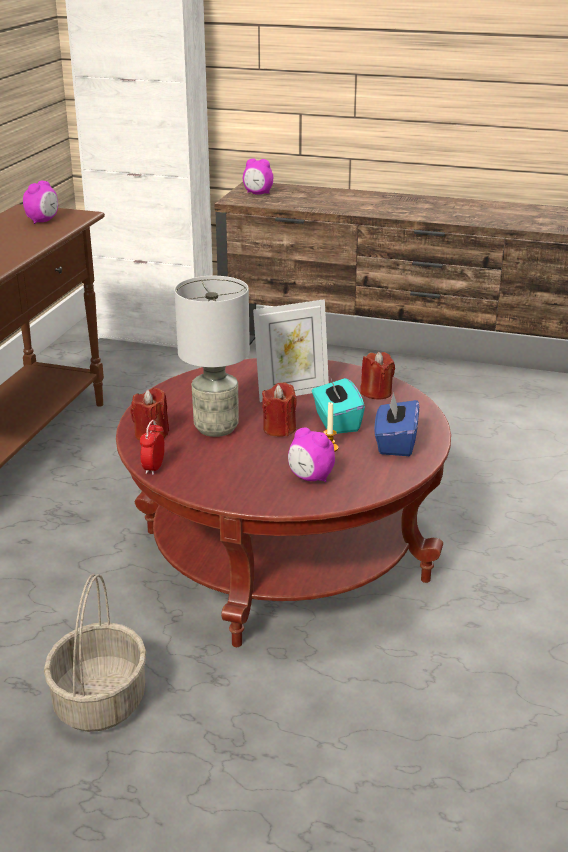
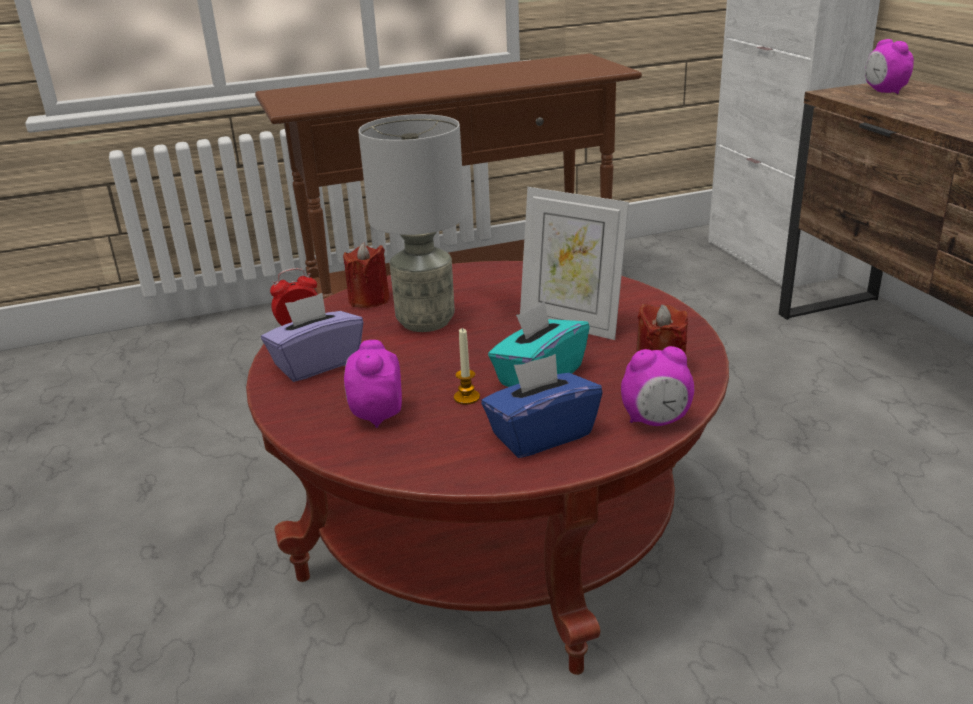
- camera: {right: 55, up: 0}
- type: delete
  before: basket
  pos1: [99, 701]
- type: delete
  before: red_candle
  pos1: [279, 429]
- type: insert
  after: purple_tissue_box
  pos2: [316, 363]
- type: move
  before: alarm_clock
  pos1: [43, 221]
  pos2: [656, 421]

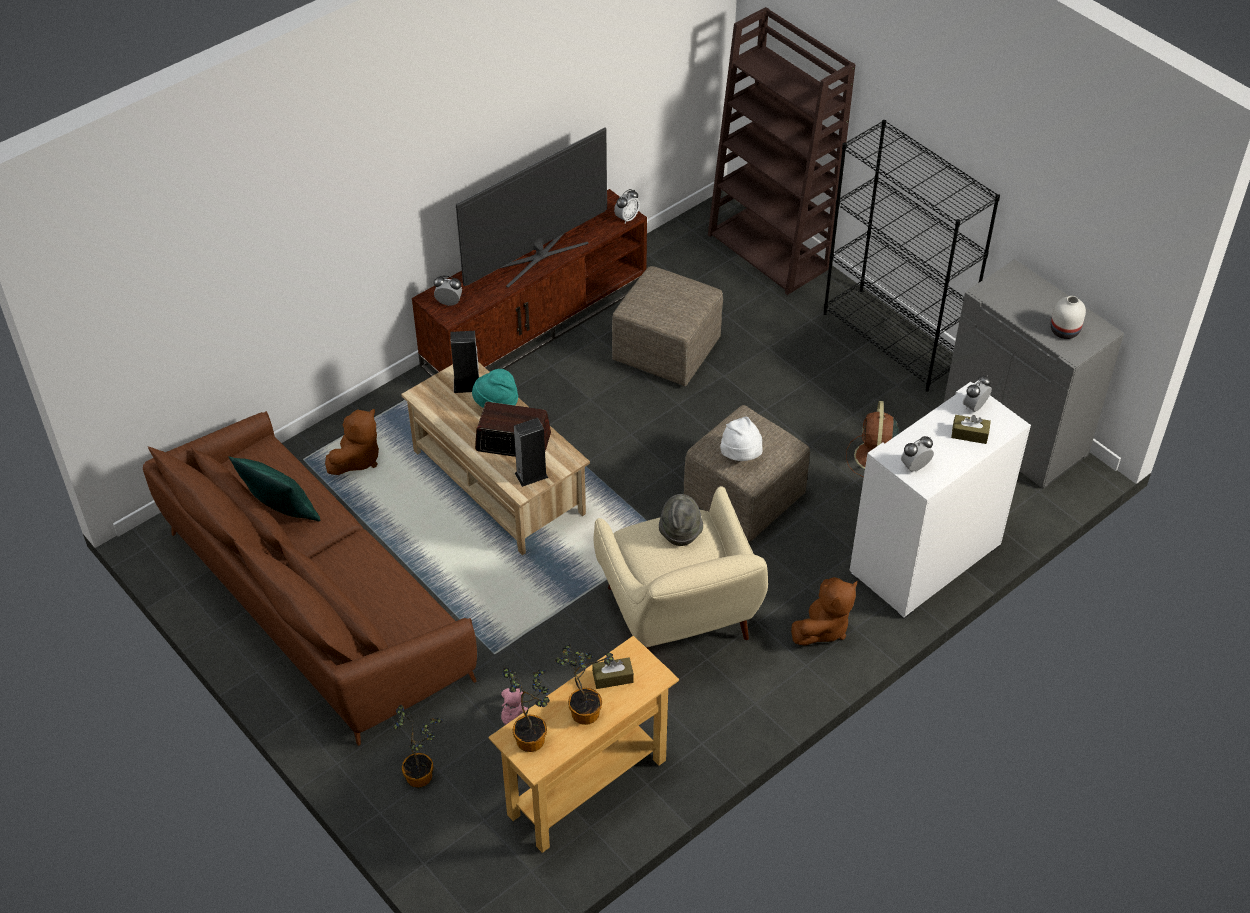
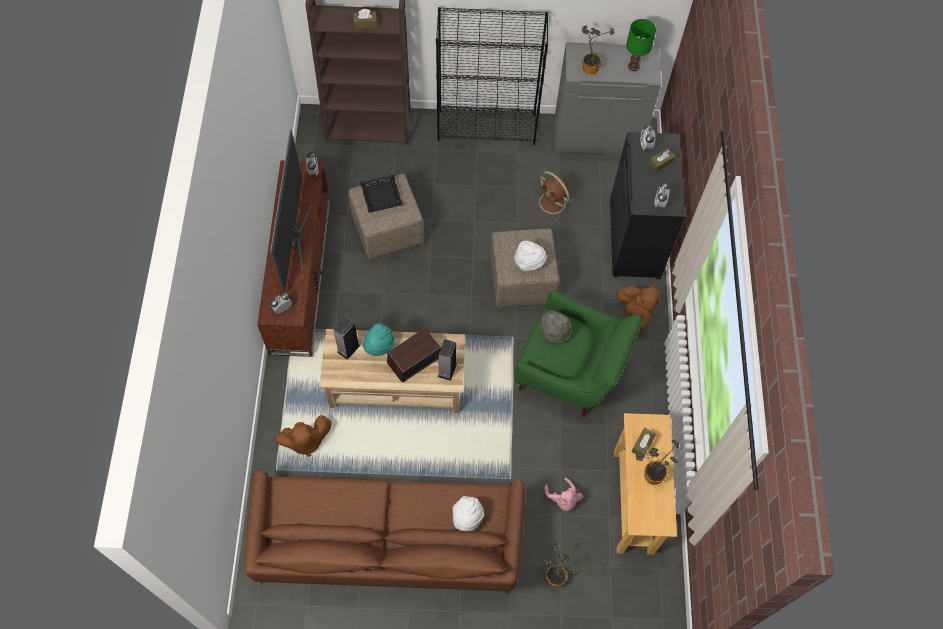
- camera: {right: -50, up: 15}
- type: delete
  before: green_pillow
  pos1: [282, 511]
- type: insert
  after: brown_tissue_box
  pos2: [365, 23]
- type: insert
  after: black_tray
  pos2: [381, 196]
- type: insert
  after: white_hat
  pos2: [467, 518]
- type: move
  before: potted_plant
  pos1: [532, 736]
  pos2: [589, 66]
- type: replace
  before: white_vase
  after: green_table_lamp
  pos1: [1065, 330]
  pos2: [633, 66]
- type: recolor
  before: beige_armchair
  after: green_armchair
  pos1: [680, 619]
  pos2: [570, 374]
- type: recolor
  before: white_cabinet
  after: black_cabinet
  pos1: [925, 561]
  pos2: [635, 239]
- type: rotate
  before: brown_plush_toy
  pos1: [357, 459]
  pos2: [305, 441]
  turn: 90

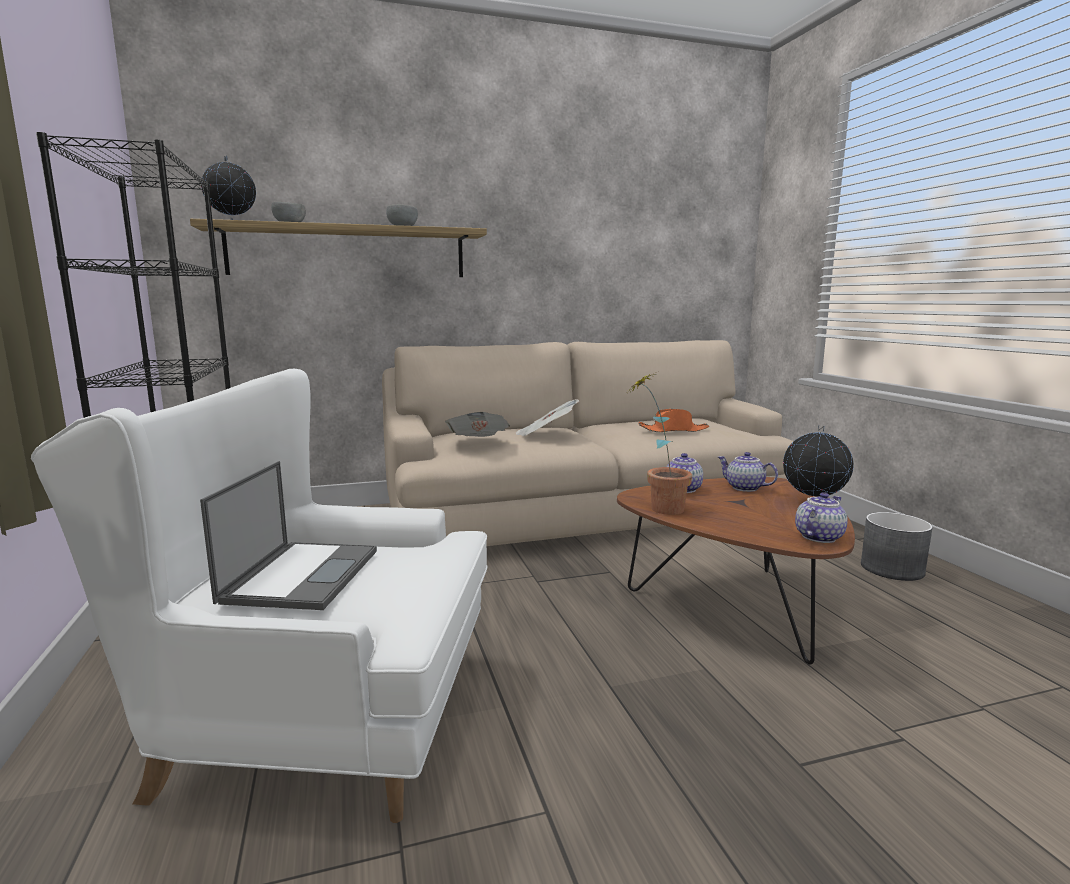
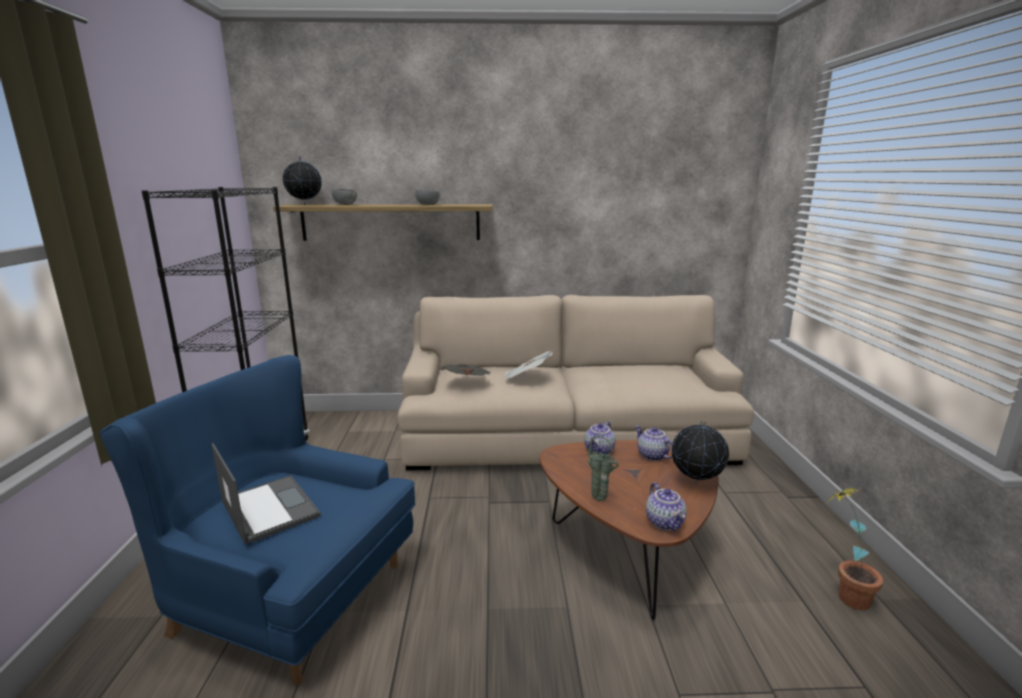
- camera: {right: 15, up: 5}
- type: delete
  before: orange_hat
  pos1: [673, 430]
- type: delete
  before: grey_planter
  pos1: [892, 569]
- type: insert
  after: green_vase
  pos2: [600, 500]
- type: move
  before: potted_plant
  pos1: [657, 507]
  pos2: [844, 594]
- type: recolor
  before: white_armchair
  after: blue_armchair
  pos1: [315, 718]
  pos2: [286, 595]
- type: rotate
  before: laptop
  pos1: [302, 574]
  pos2: [269, 508]
  turn: -60
- type: rotate
  before: teapot
  pos1: [818, 537]
  pos2: [665, 522]
  turn: 105

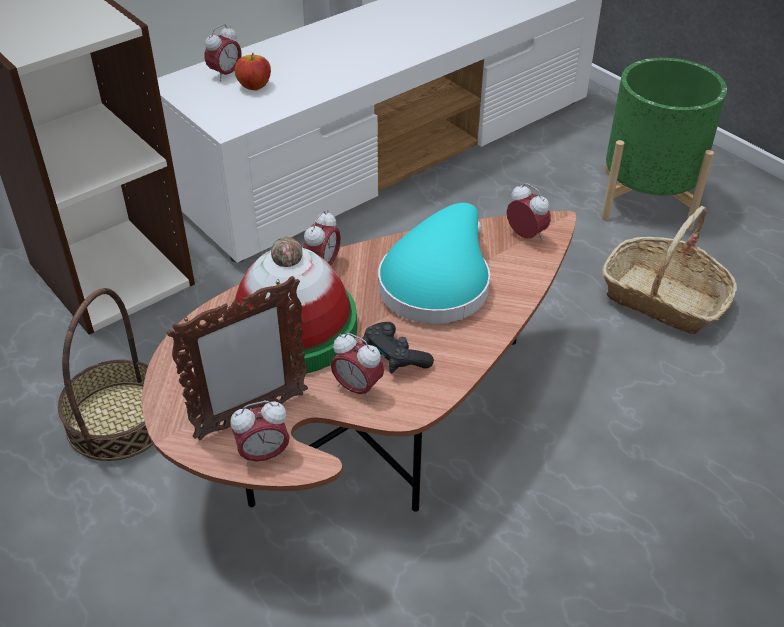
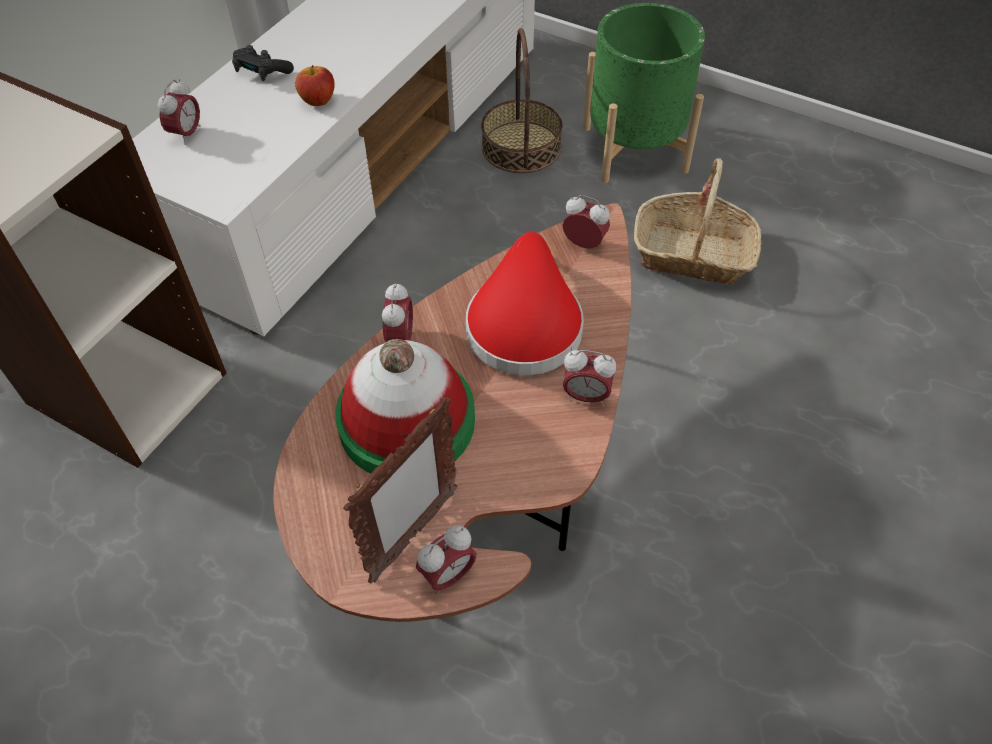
- camera: {right: -20, up: 10}
- type: move
  before: basket
  pos1: [118, 420]
  pos2: [521, 147]
- type: move
  before: apple
  pos1: [254, 86]
  pos2: [318, 101]
- type: move
  before: alarm_clock
  pos1: [357, 388]
  pos2: [586, 396]
- type: move
  before: black_game_controller
  pos1: [394, 357]
  pos2: [262, 72]
- type: recolor
  before: turquoise_hat
  after: red_hat
  pos1: [437, 282]
  pos2: [524, 323]

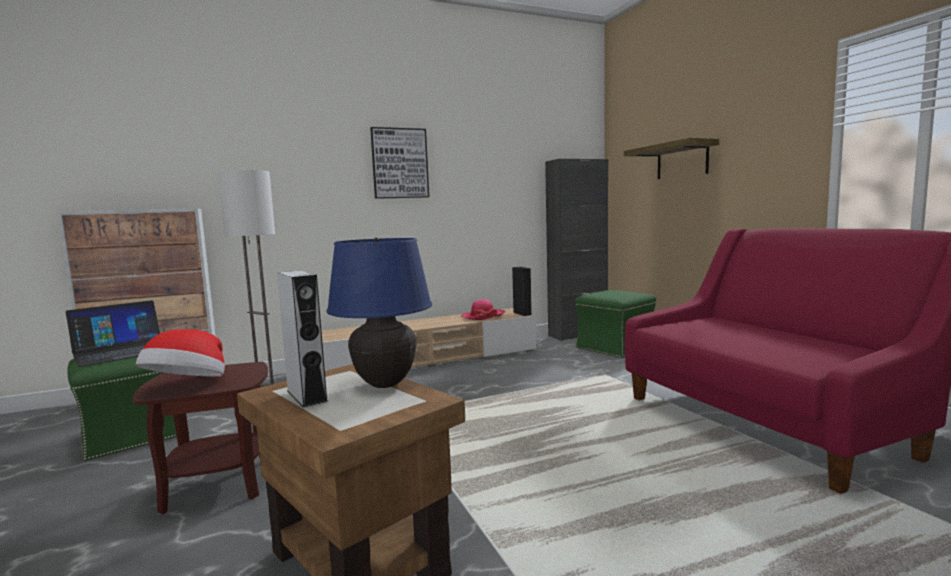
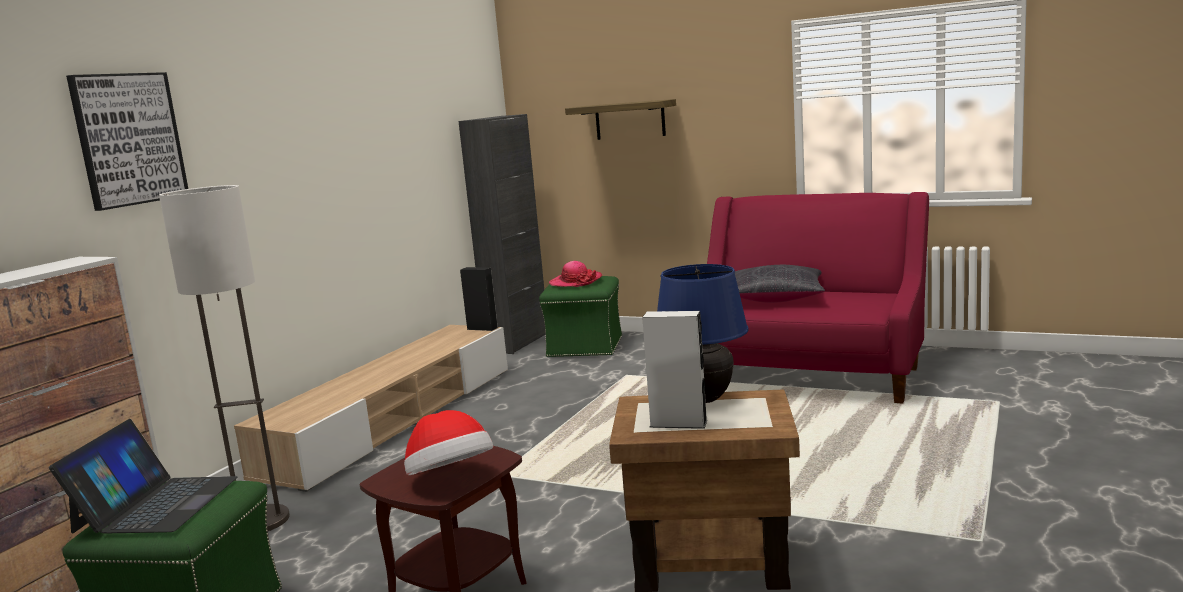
- camera: {right: -40, up: 5}
- type: insert
  after: black_pillow
  pos2: [775, 298]
- type: move
  before: picture
  pos1: [400, 163]
  pos2: [128, 139]
- type: move
  before: hat
  pos1: [483, 316]
  pos2: [575, 282]

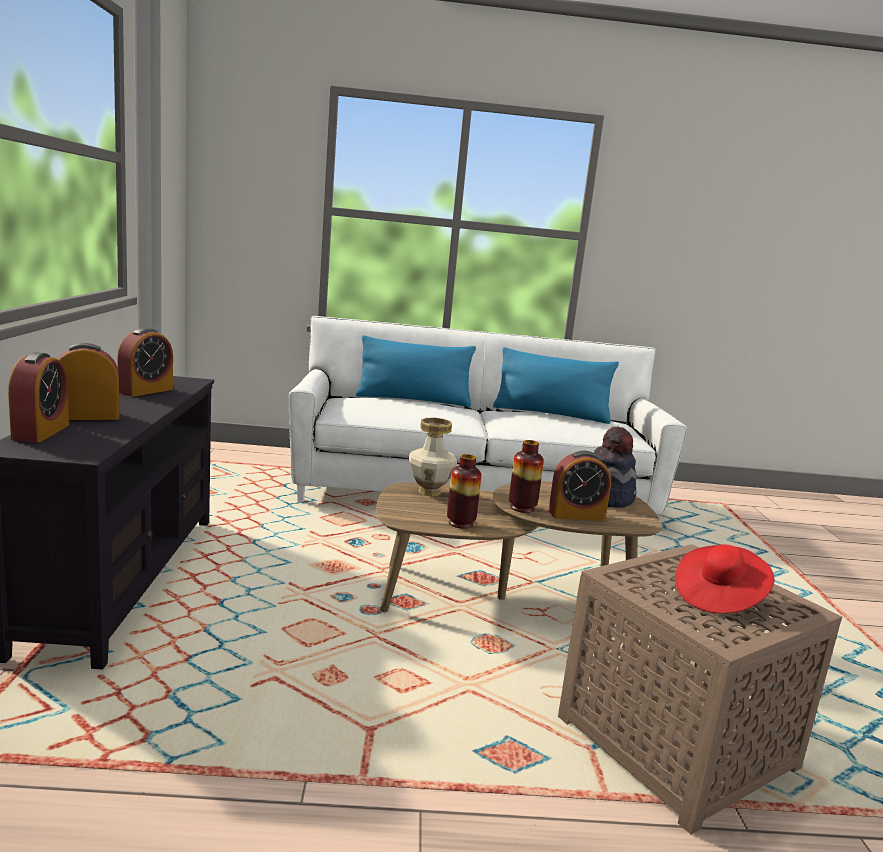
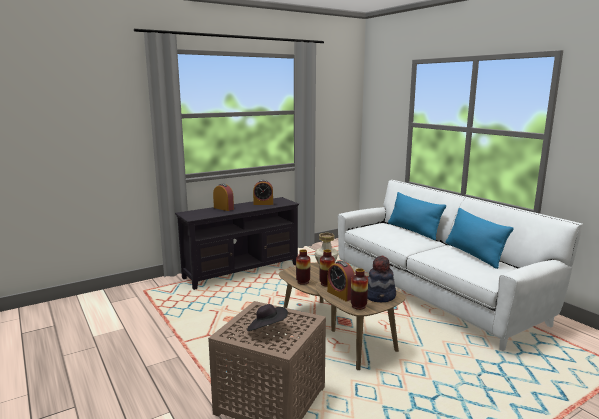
- camera: {right: 60, up: 0}
- type: delete
  before: alarm_clock
  pos1: [41, 432]
- type: insert
  after: vase
  pos2: [358, 306]
- type: recolor
  before: red_hat
  after: black_hat
  pos1: [718, 597]
  pos2: [267, 329]

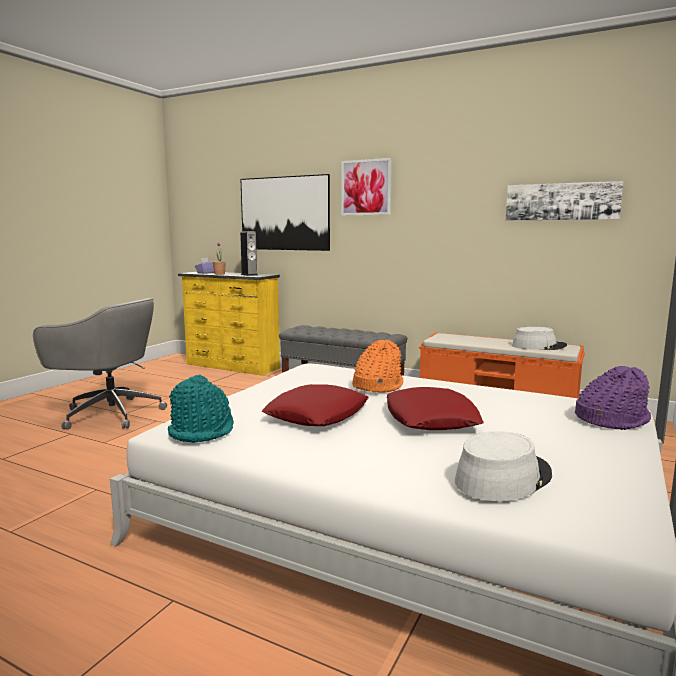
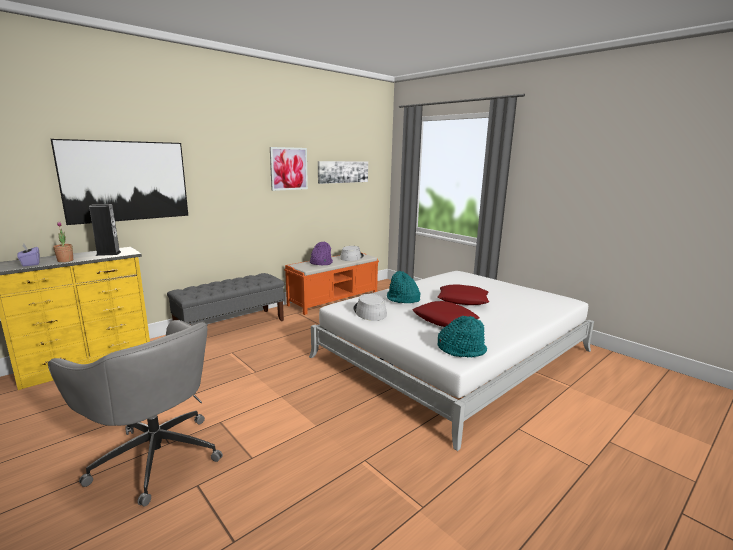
- camera: {right: -70, up: 5}
- type: move
  before: picture
  pos1: [366, 187]
  pos2: [288, 168]
- type: move
  before: grey_hat
  pos1: [502, 477]
  pos2: [369, 312]
- type: move
  before: purple_hat
  pos1: [611, 420]
  pos2: [320, 263]
- type: recolor
  before: orange_hat
  after: turquoise_hat
  pos1: [377, 386]
  pos2: [402, 299]
- type: rotate
  before: grey_office_chair
  pos1: [109, 414]
  pos2: [155, 455]
  turn: 90

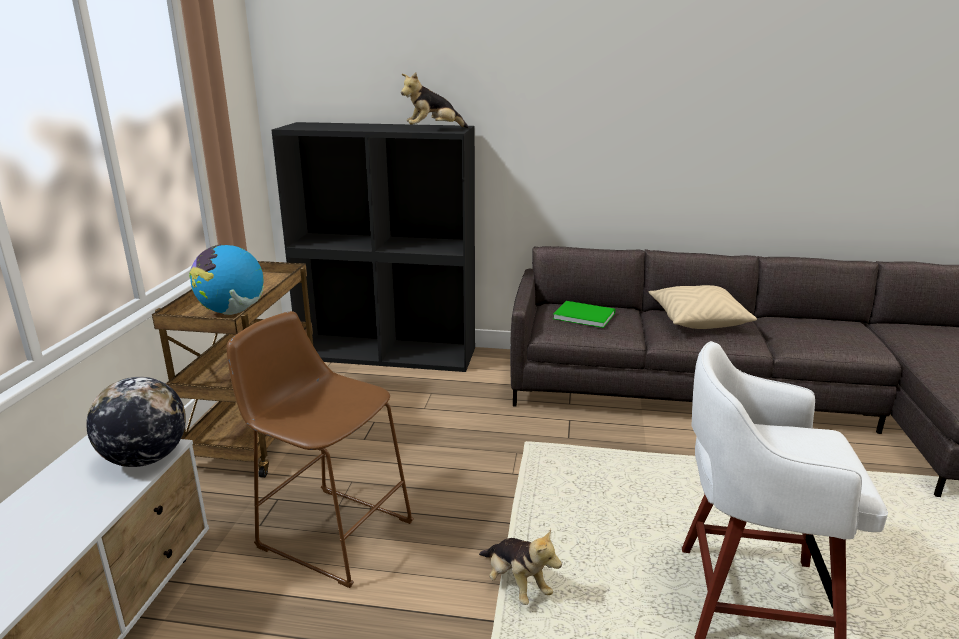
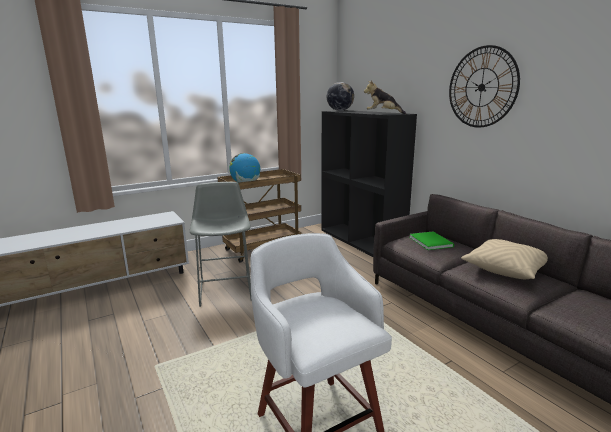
- camera: {right: 50, up: -5}
- type: delete
  before: plush_toy
  pos1: [516, 585]
- type: insert
  after: wall_clock
  pos2: [481, 87]
- type: move
  before: globe
  pos1: [145, 459]
  pos2: [340, 110]
- type: recolor
  before: brown_stool
  after: grey_stool
  pos1: [330, 531]
  pos2: [226, 288]

